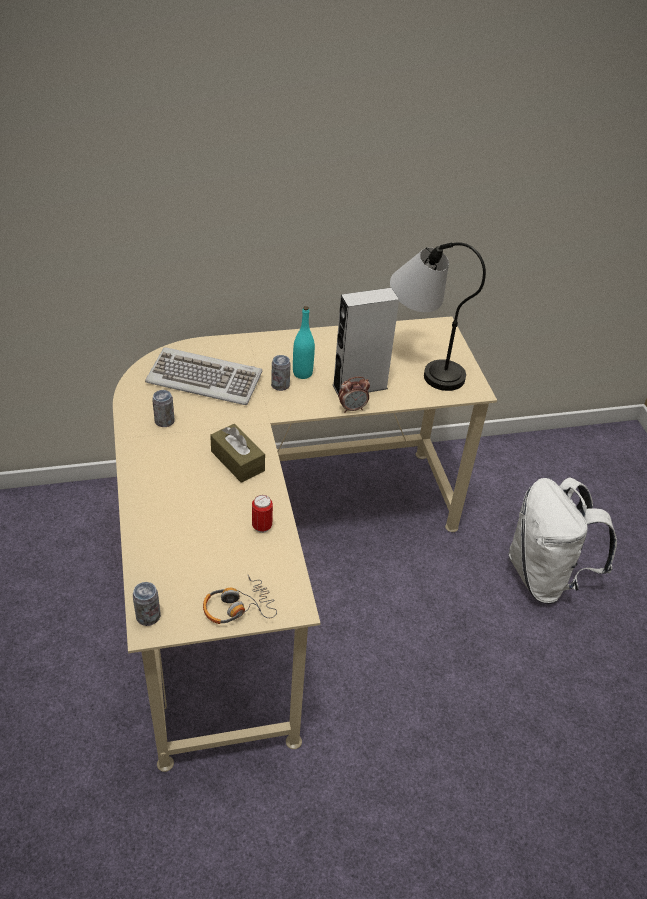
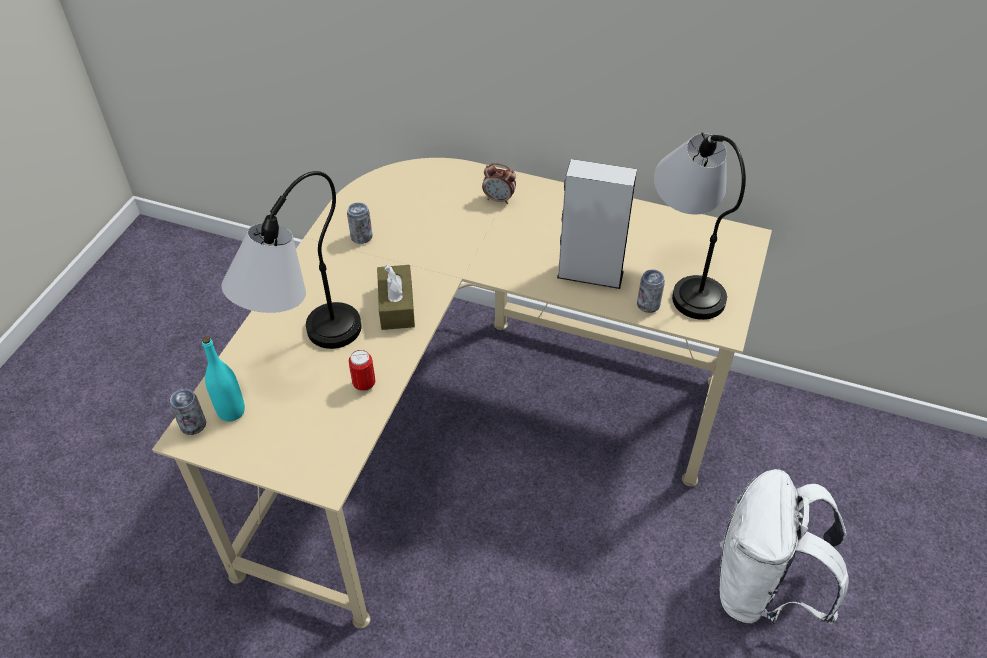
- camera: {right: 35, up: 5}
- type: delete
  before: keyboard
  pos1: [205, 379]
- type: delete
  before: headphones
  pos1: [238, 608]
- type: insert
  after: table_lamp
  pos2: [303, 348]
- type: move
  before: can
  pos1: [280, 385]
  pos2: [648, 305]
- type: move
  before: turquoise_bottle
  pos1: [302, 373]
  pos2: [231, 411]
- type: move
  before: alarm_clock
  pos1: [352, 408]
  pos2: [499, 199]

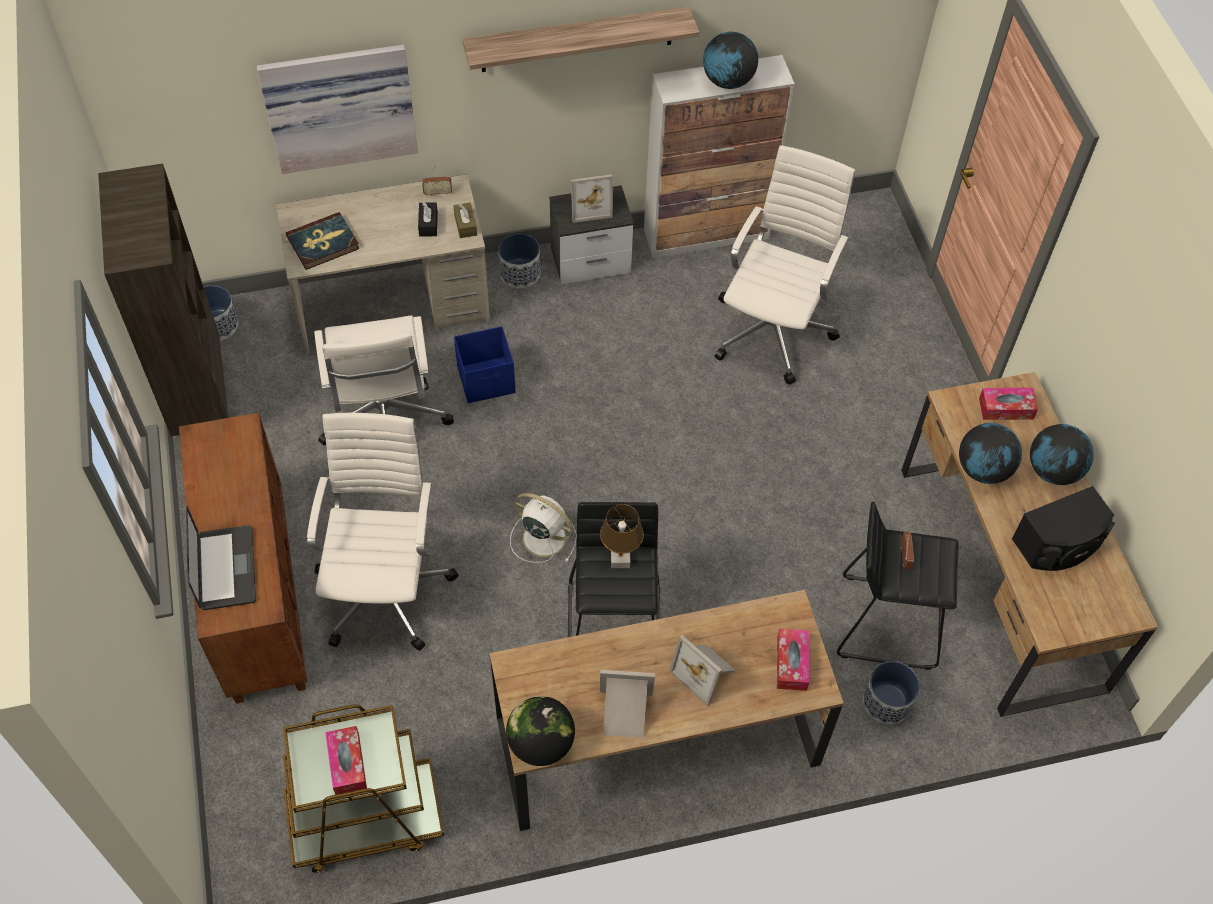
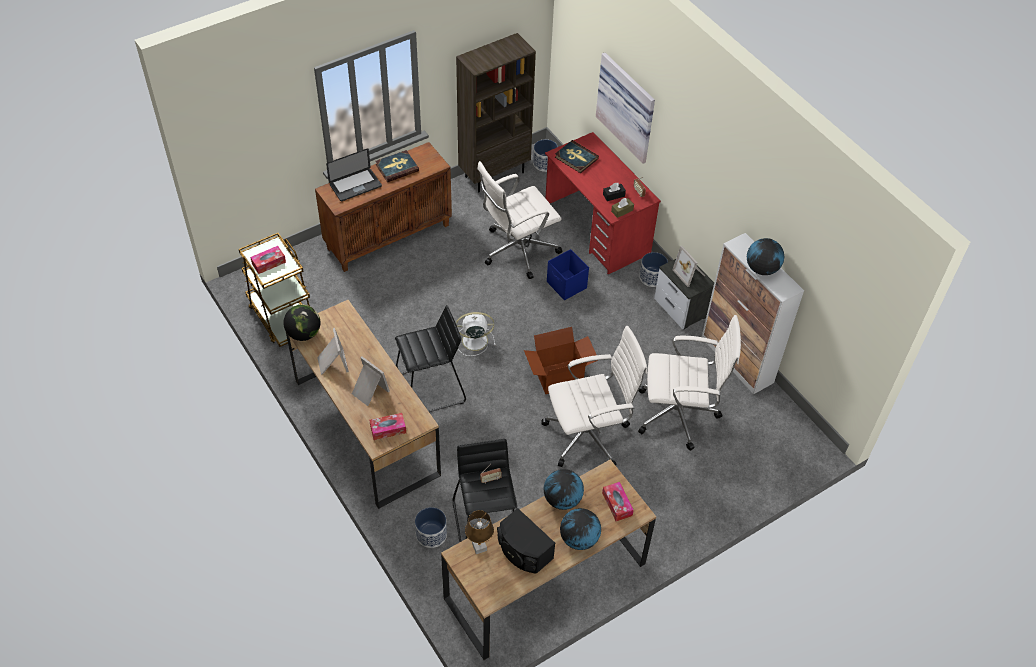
- camera: {right: 70, up: -5}
- type: delete
  before: shelf
  pos1: [577, 39]
- type: insert
  after: book
  pos2: [397, 167]
- type: insert
  after: cardboard_box
  pos2: [558, 376]
- type: move
  before: white_office_chair
  pos1: [385, 588]
  pos2: [589, 435]
- type: move
  before: brown_table_lamp
  pos1: [620, 561]
  pos2: [479, 547]
- type: recolor
  before: beige_desk
  after: red_desk
  pos1: [393, 306]
  pos2: [597, 229]
- type: rotate
  before: white_fan
  pos1: [542, 537]
  pos2: [473, 340]
  turn: -105
- type: rotate
  before: picture_frame
  pos1: [705, 672]
  pos2: [368, 391]
  turn: 105

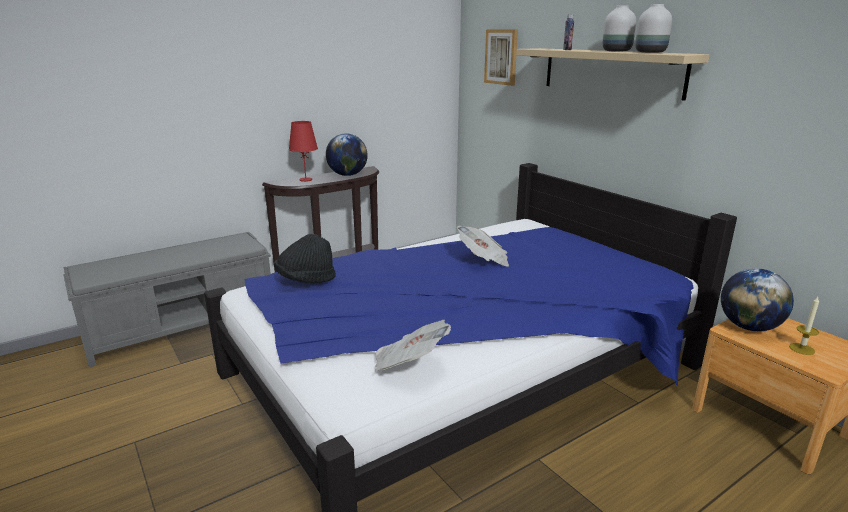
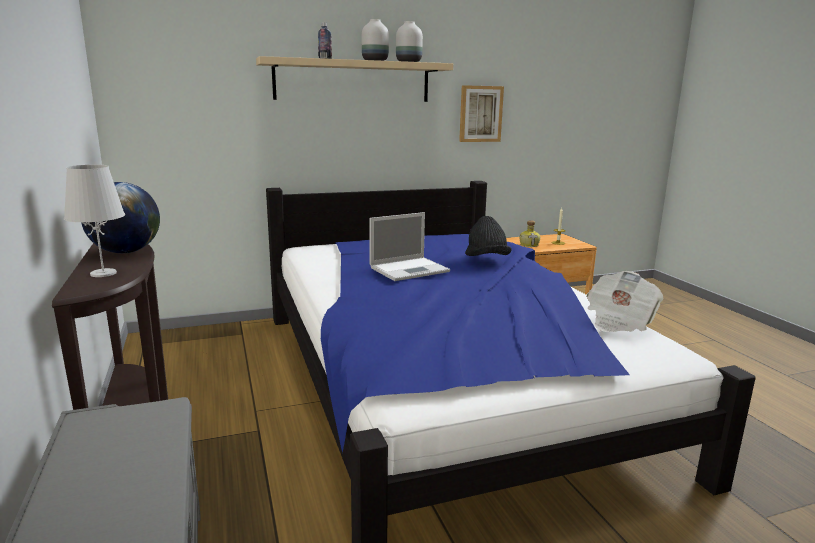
- camera: {right: -75, up: -5}
- type: move
  before: black_hat
  pos1: [306, 279]
  pos2: [486, 259]
- type: move
  before: picture
  pos1: [501, 57]
  pos2: [480, 114]
- type: replace
  before: newspaper
  after: laptop
  pos1: [483, 259]
  pos2: [410, 269]
- type: replace
  before: globe
  after: bottle
  pos1: [749, 327]
  pos2: [529, 245]
- type: recolor
  before: red_table_lamp
  after: white_table_lamp
  pos1: [305, 180]
  pos2: [103, 273]

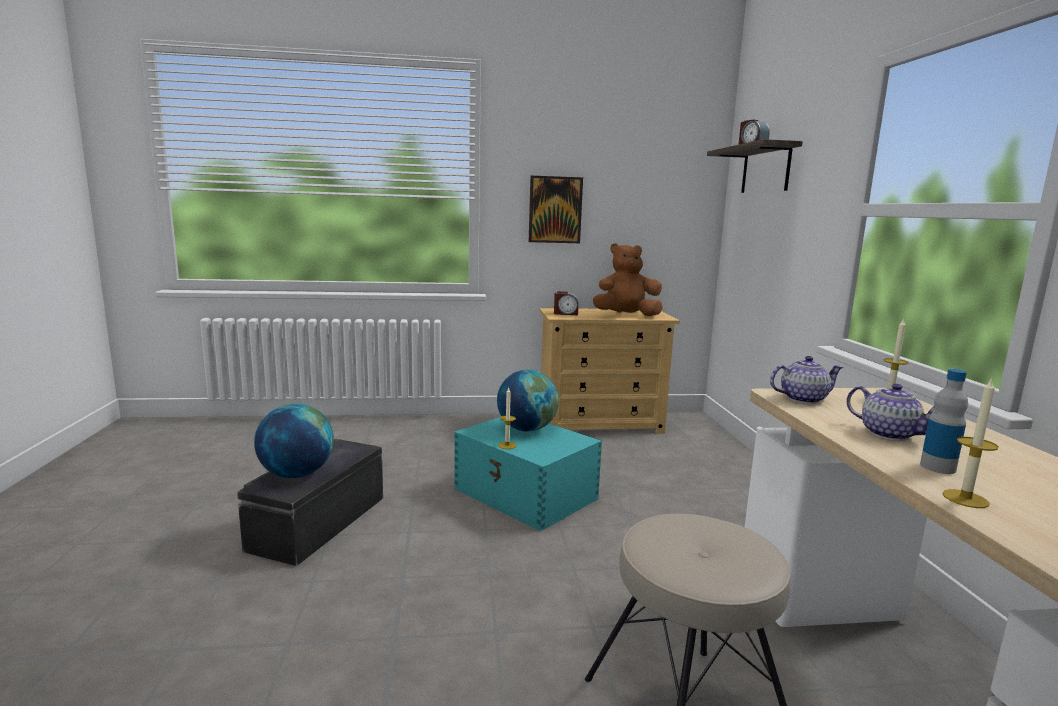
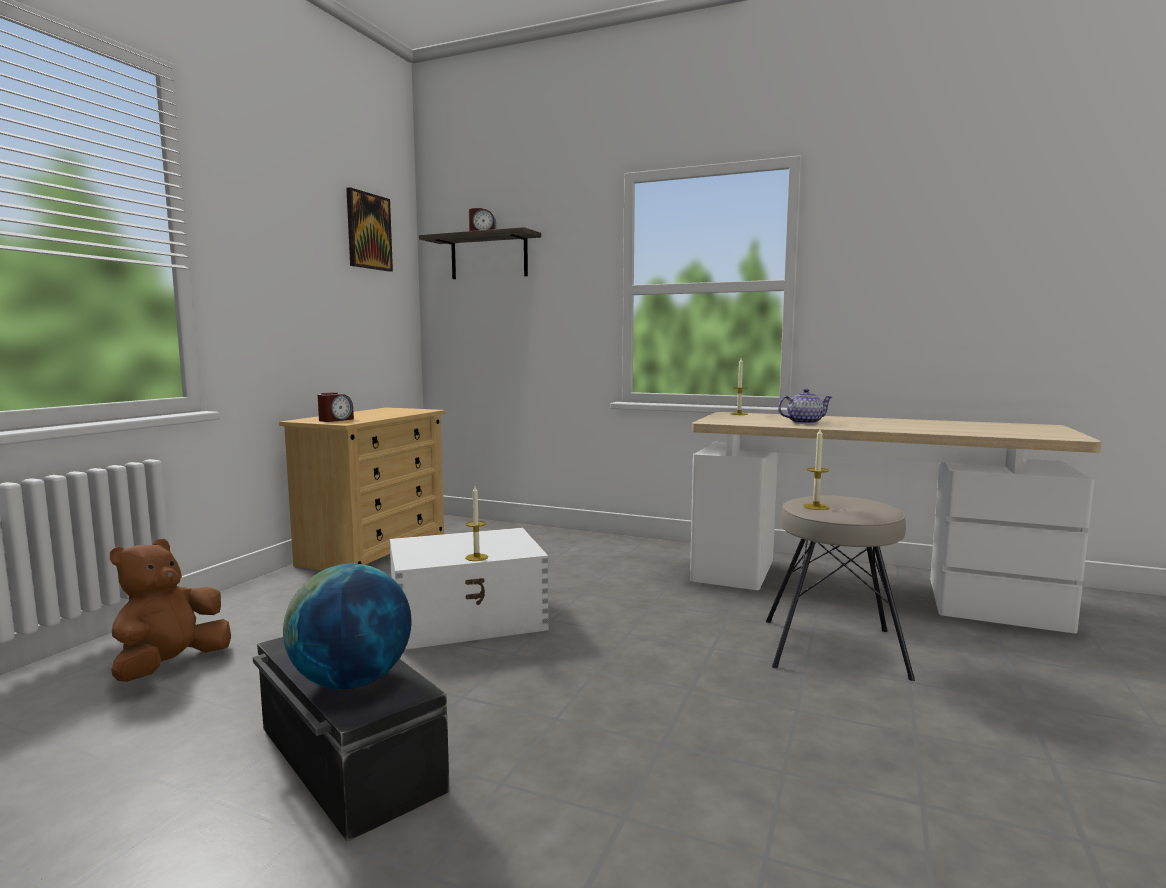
- camera: {right: -60, up: -5}
- type: delete
  before: globe
  pos1: [526, 429]
- type: delete
  before: teapot
  pos1: [802, 399]
- type: delete
  before: bottle
  pos1: [937, 467]
- type: move
  before: picture
  pos1: [555, 210]
  pos2: [368, 231]
- type: move
  before: brown_plush_toy
  pos1: [626, 315]
  pos2: [170, 666]
- type: move
  before: candle
  pos1: [965, 498]
  pos2: [816, 507]
- type: recolor
  before: turquoise_storage_box
  after: white_storage_box
  pos1: [526, 494]
  pos2: [469, 618]

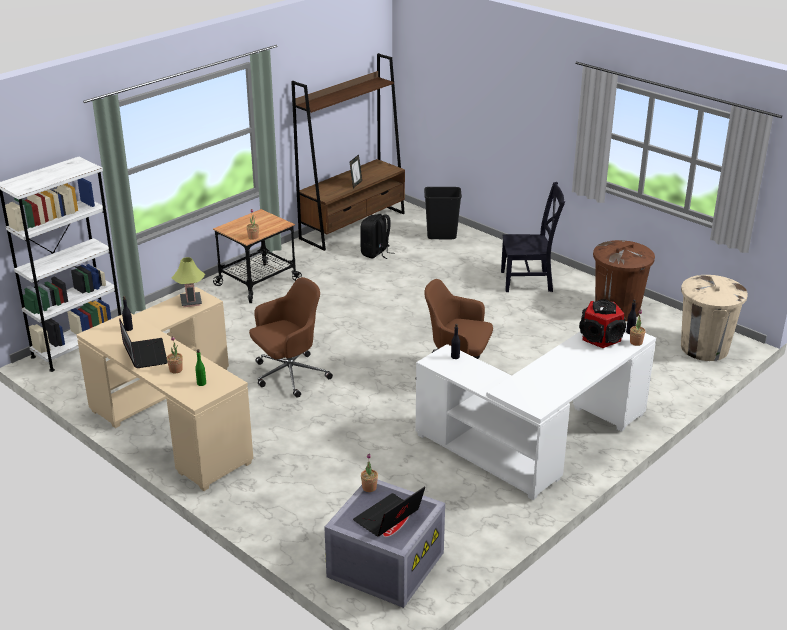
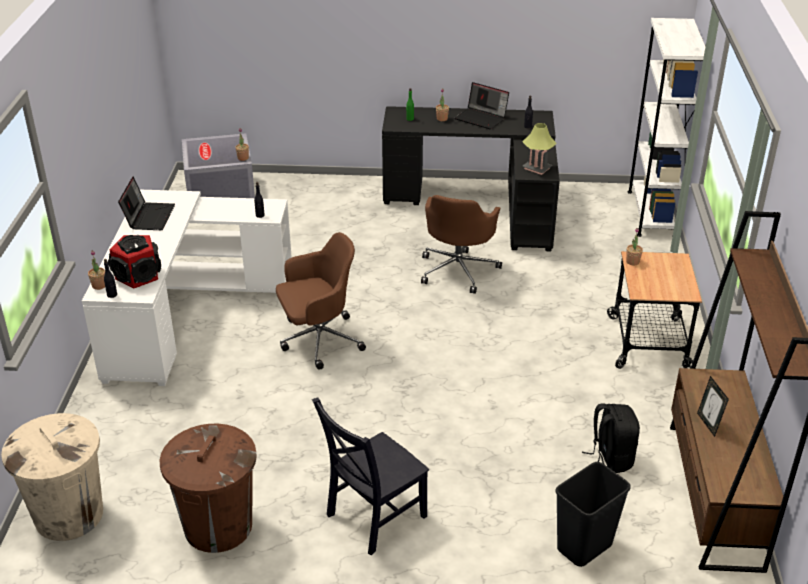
- camera: {right: 140, up: 5}
- type: move
  before: laptop
  pos1: [388, 519]
  pos2: [149, 216]
- type: recolor
  before: beige_desk
  after: black_desk
  pos1: [173, 420]
  pos2: [482, 203]

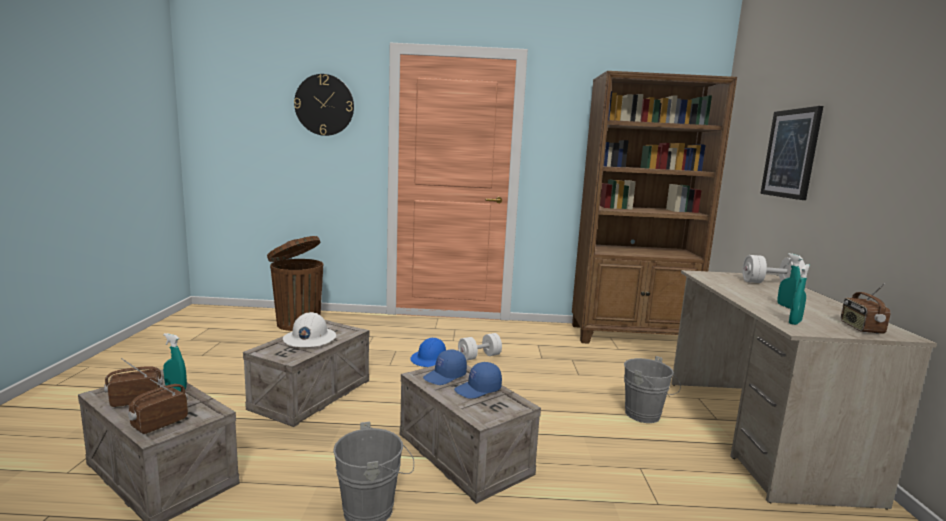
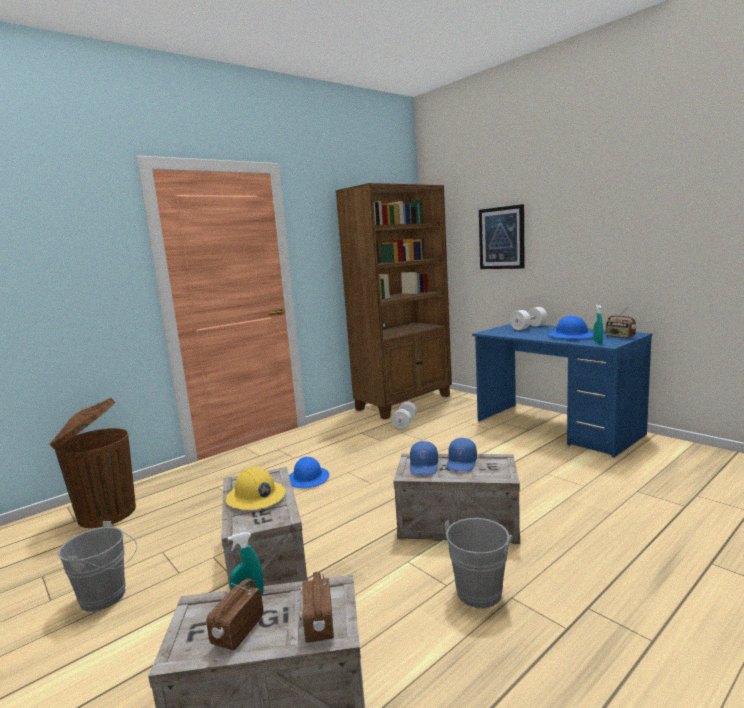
- camera: {right: -40, up: 0}
- type: delete
  before: wall_clock
  pos1: [324, 105]
- type: move
  before: white_dumbbell
  pos1: [479, 357]
  pos2: [405, 423]
- type: move
  before: grey_bucket
  pos1: [646, 416]
  pos2: [108, 597]
- type: replace
  before: turquoise_spray_bottle
  after: blue_hard_hat
  pos1: [786, 306]
  pos2: [571, 336]
- type: recolor
  before: white_hard_hat
  after: yellow_hard_hat
  pos1: [309, 339]
  pos2: [255, 497]
- type: recolor
  before: beige_desk
  after: blue_desk
  pos1: [758, 434]
  pos2: [556, 428]

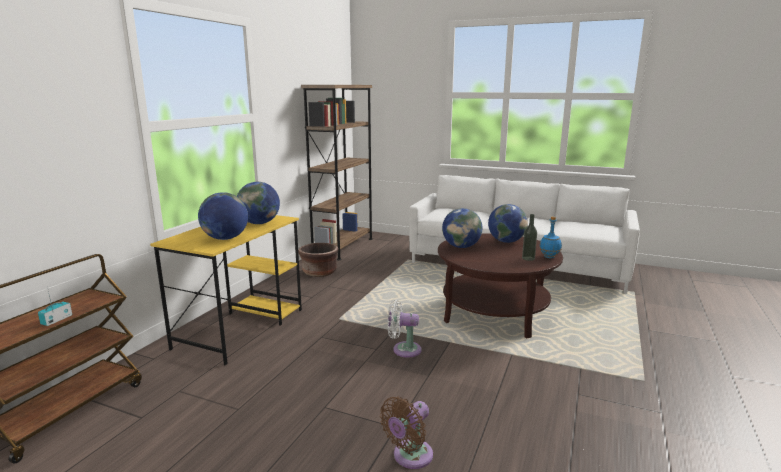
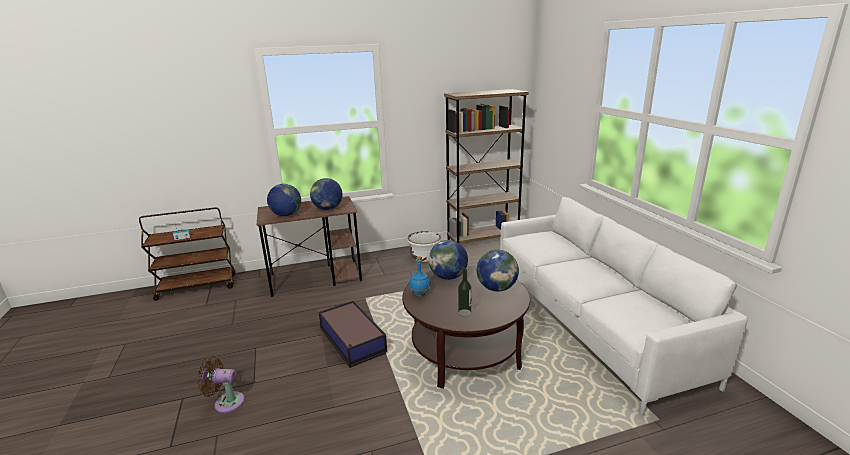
- camera: {right: 50, up: 5}
- type: move
  before: blue_bottle
  pos1: [549, 257]
  pos2: [420, 294]
- type: replace
  before: white_fan
  after: storage_box
  pos1: [403, 349]
  pos2: [352, 341]
- type: recolor
  before: yellow_desk
  after: brown_desk
  pos1: [241, 328]
  pos2: [316, 277]
- type: recolor
  before: brown_planter
  after: white_planter
  pos1: [319, 272]
  pos2: [424, 257]

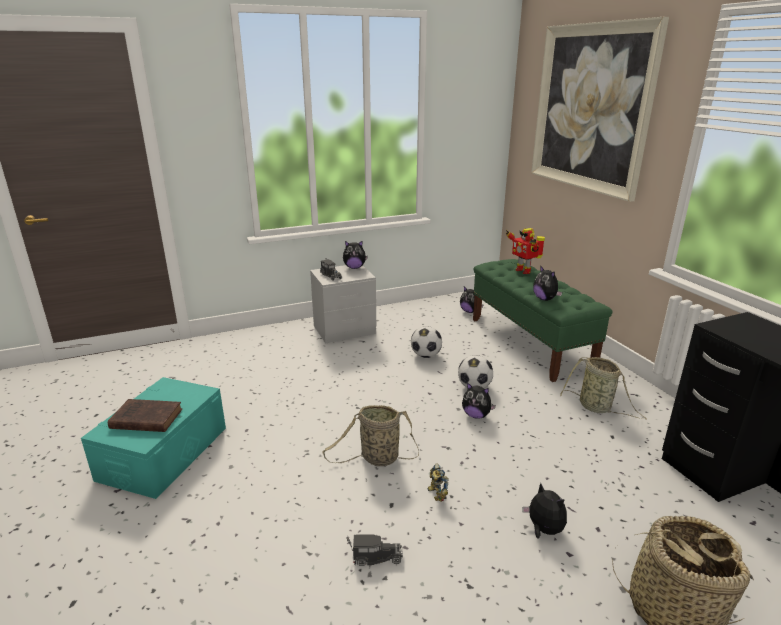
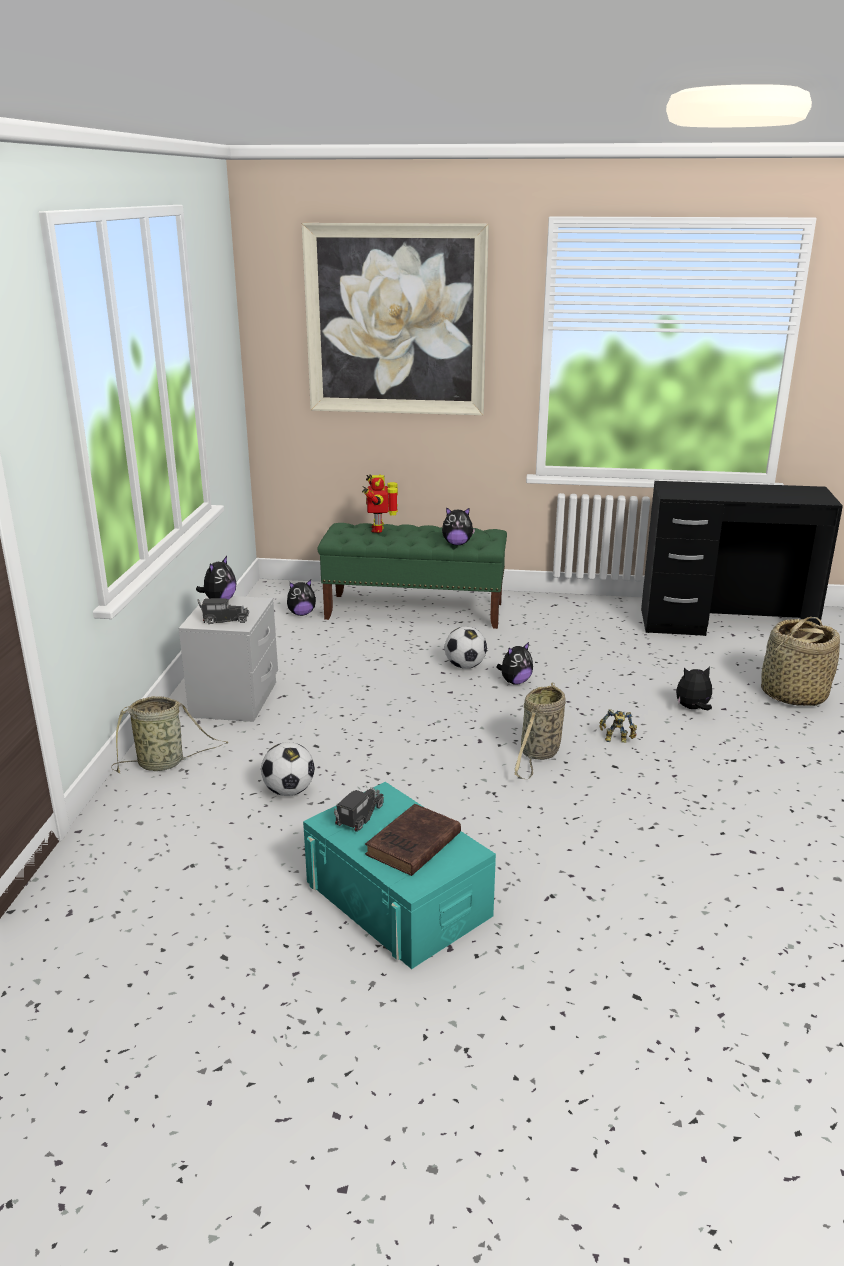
- camera: {right: -60, up: 0}
- type: move
  before: toy_truck
  pos1: [374, 557]
  pos2: [359, 817]
- type: move
  before: football
  pos1: [426, 355]
  pos2: [289, 791]
- type: move
  before: basket
  pos1: [597, 407]
  pos2: [164, 763]
- type: rotate
  before: toy_robot
  pos1: [523, 271]
  pos2: [379, 529]
  turn: 90

